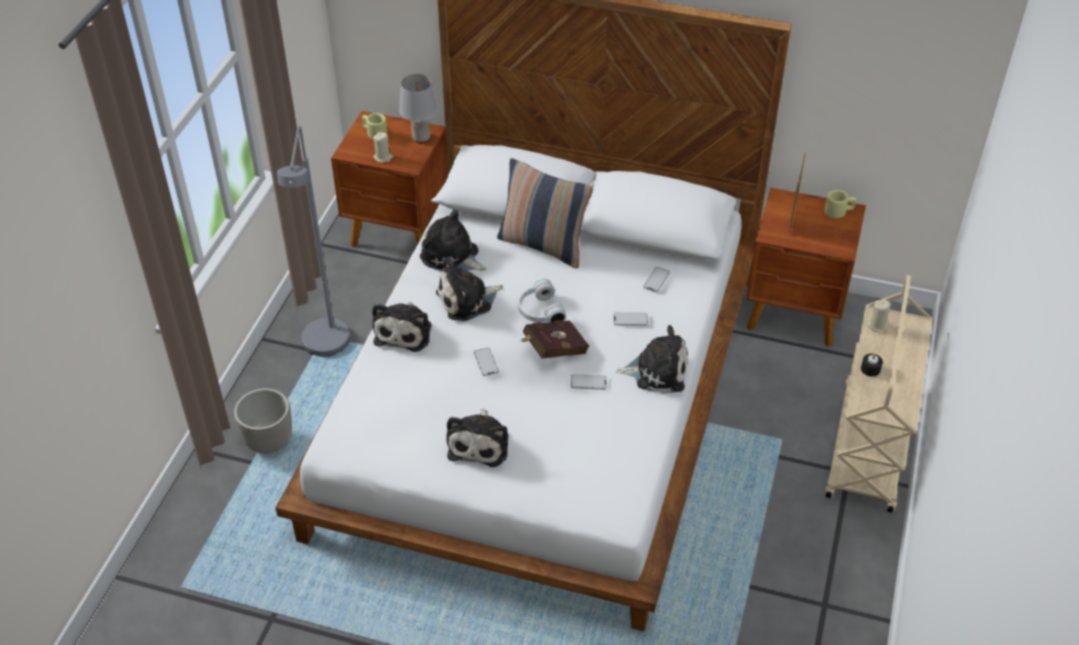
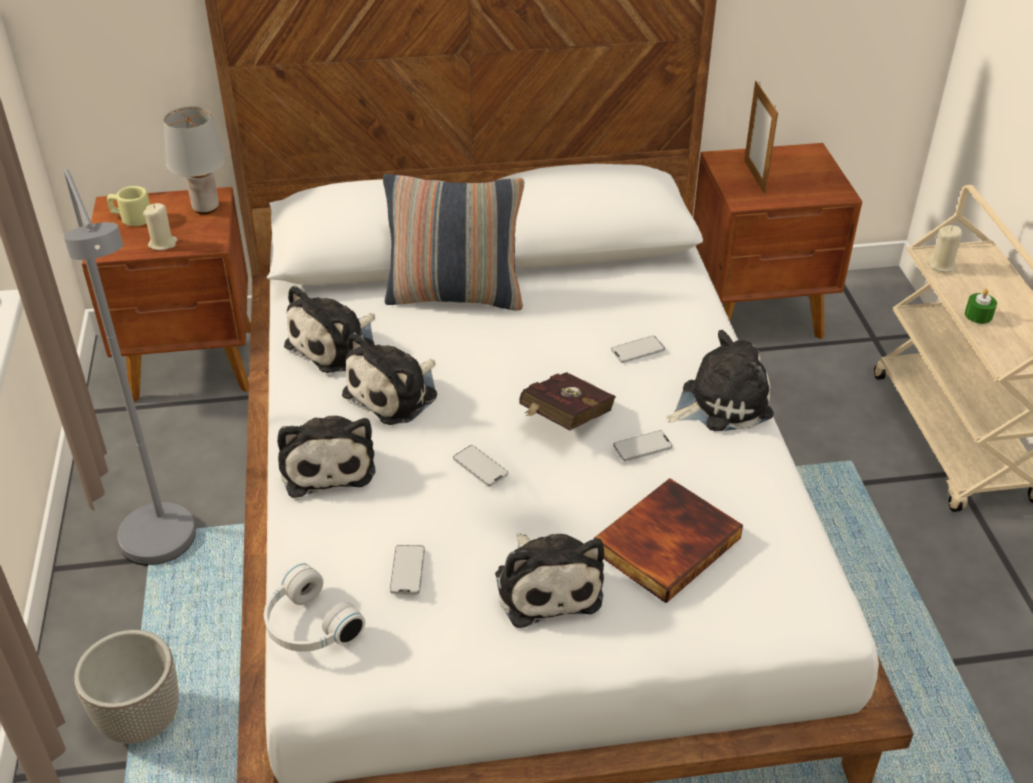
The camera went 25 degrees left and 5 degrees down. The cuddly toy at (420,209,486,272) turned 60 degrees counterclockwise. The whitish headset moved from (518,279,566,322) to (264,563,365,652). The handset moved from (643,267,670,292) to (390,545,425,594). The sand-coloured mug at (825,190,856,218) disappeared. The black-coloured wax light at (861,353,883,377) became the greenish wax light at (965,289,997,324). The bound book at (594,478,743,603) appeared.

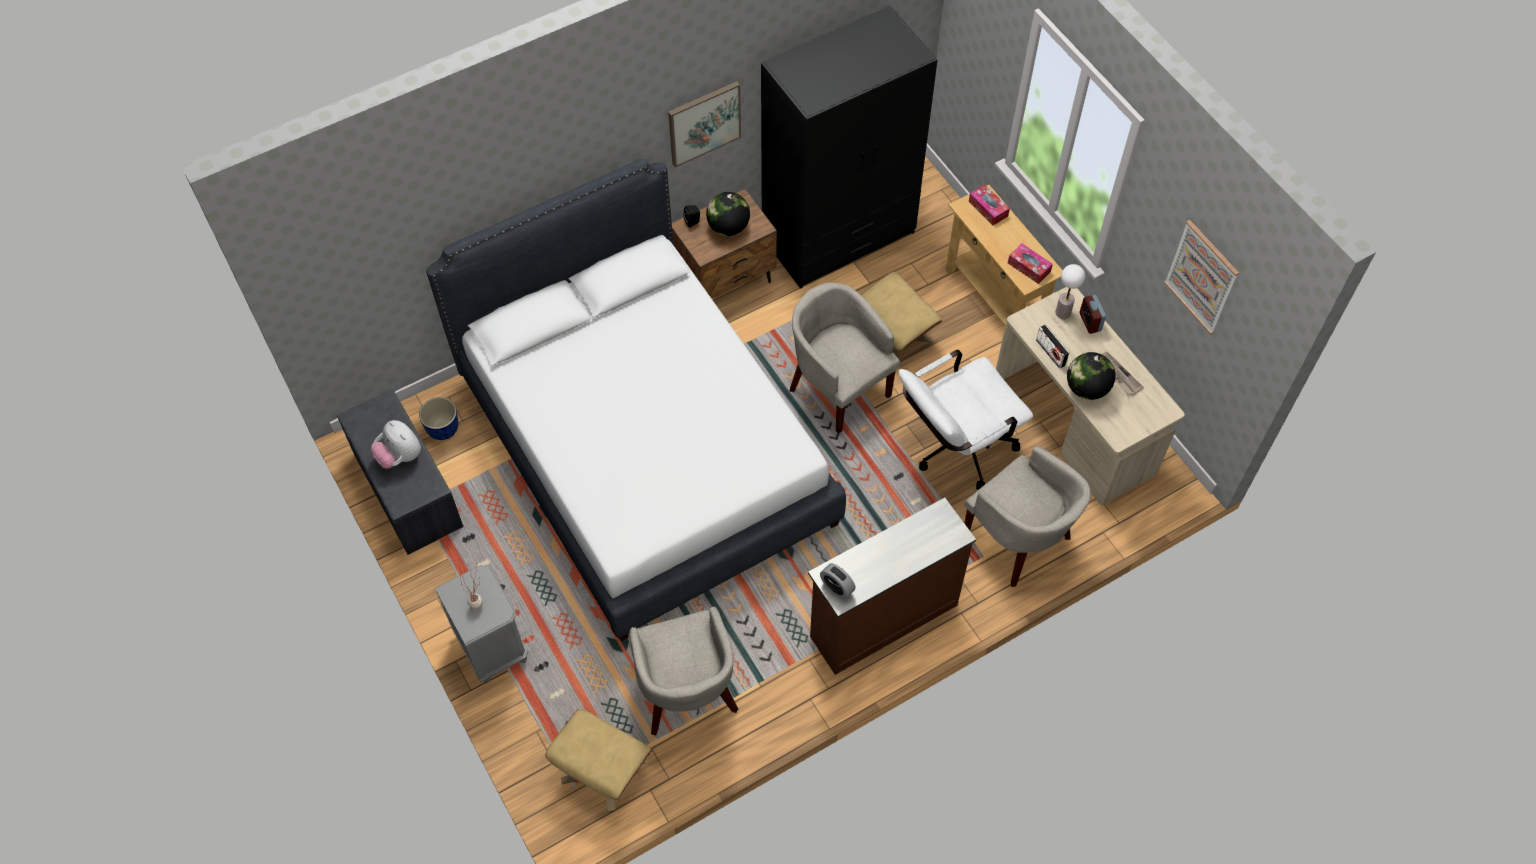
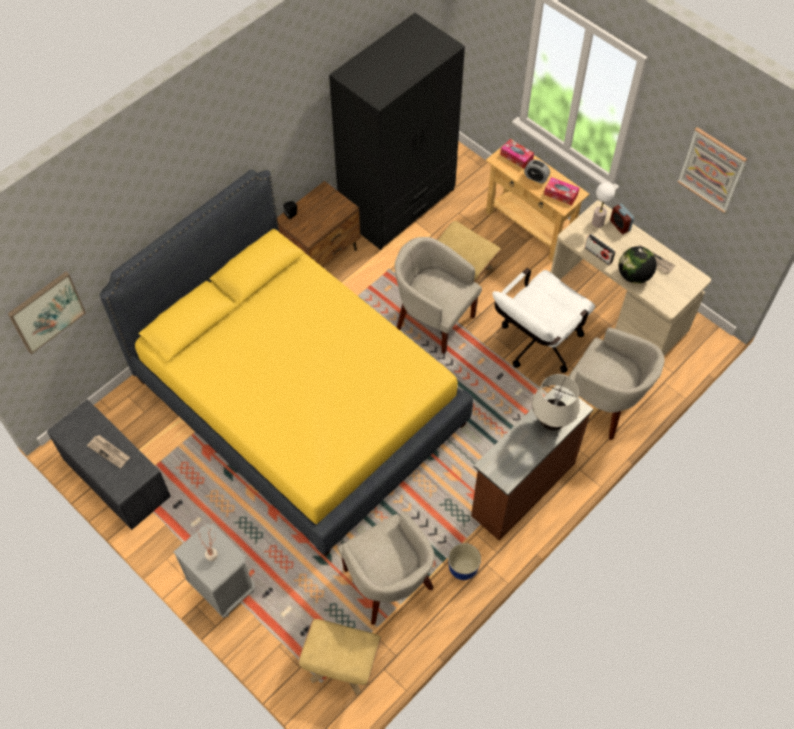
The camera went 15 degrees left and 0 degrees up. The cuddly toy at (371,420,421,469) was replaced by the daily paper at (87,435,130,468). The planter moved from (419,397,458,440) to (448,543,481,580). The whitish sleeping bed at (426,159,846,642) became the yellowish sleeping bed at (100,170,473,557). The picture moved from (668,81,741,167) to (8,272,86,354). The globe at (706,192,750,236) disappeared. The table clock moved from (820,563,856,599) to (524,160,550,184). The sand-coloured tabletop lamp at (532,374,580,430) appeared.

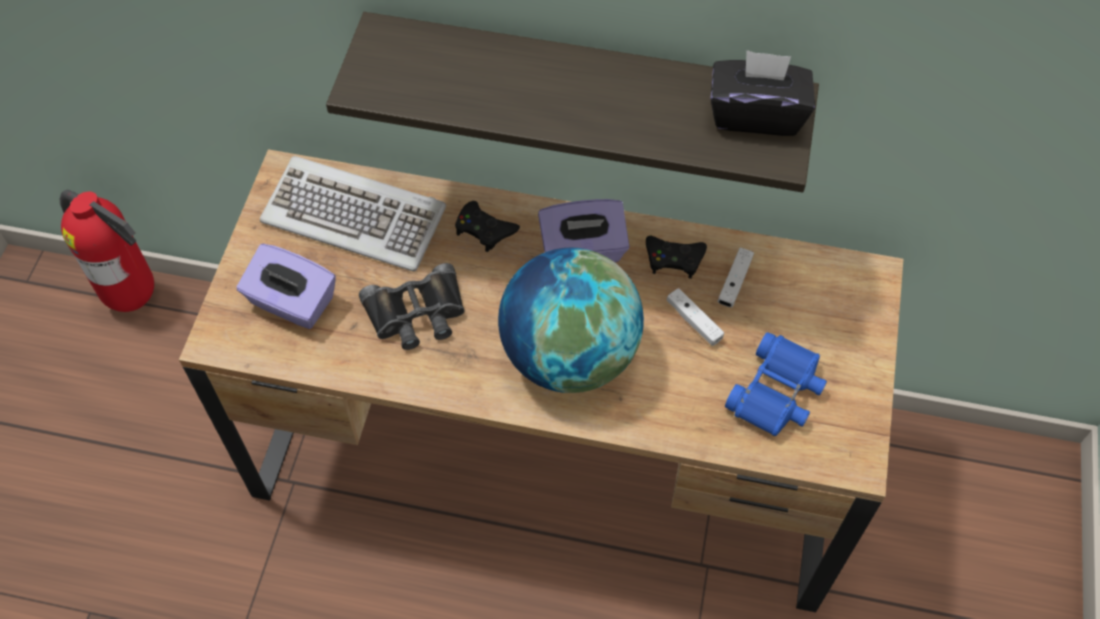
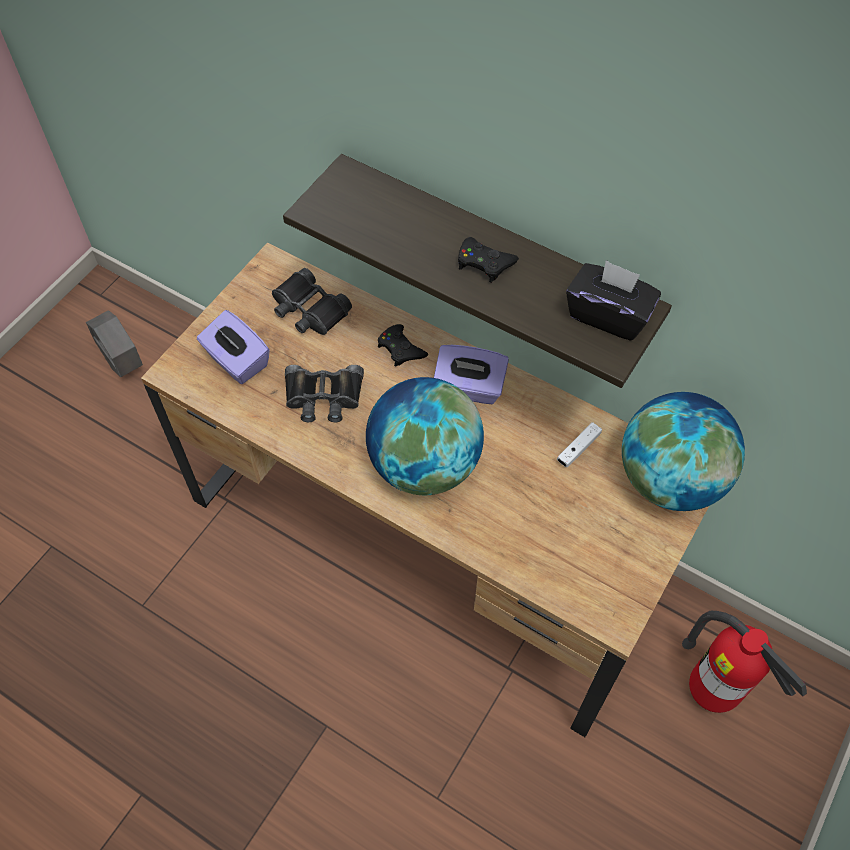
The camera went 20 degrees right and 0 degrees up. The fire extinguisher moved from (60,190,154,312) to (682,611,807,713). The PC keyboard at (260,156,446,272) was replaced by the black-coloured binoculars at (272,268,352,335). The black-coloured gamepad moved from (646,236,707,279) to (458,237,519,283). The whitish gamepad at (667,288,724,346) disappeared. The bluish binoculars at (725,332,827,436) disappeared. The grey planter at (86,310,143,377) appeared. The globe at (622,392,745,511) appeared.

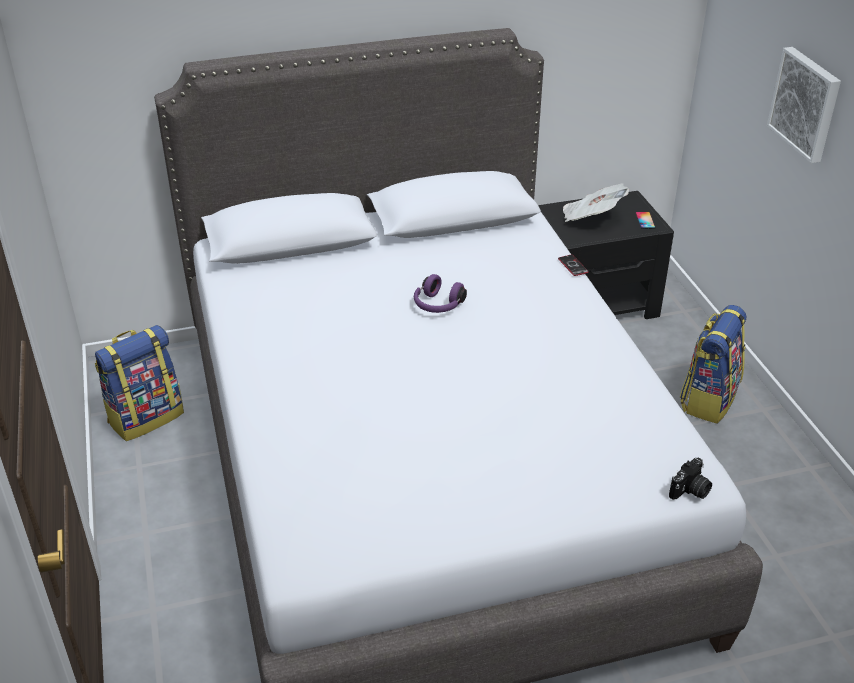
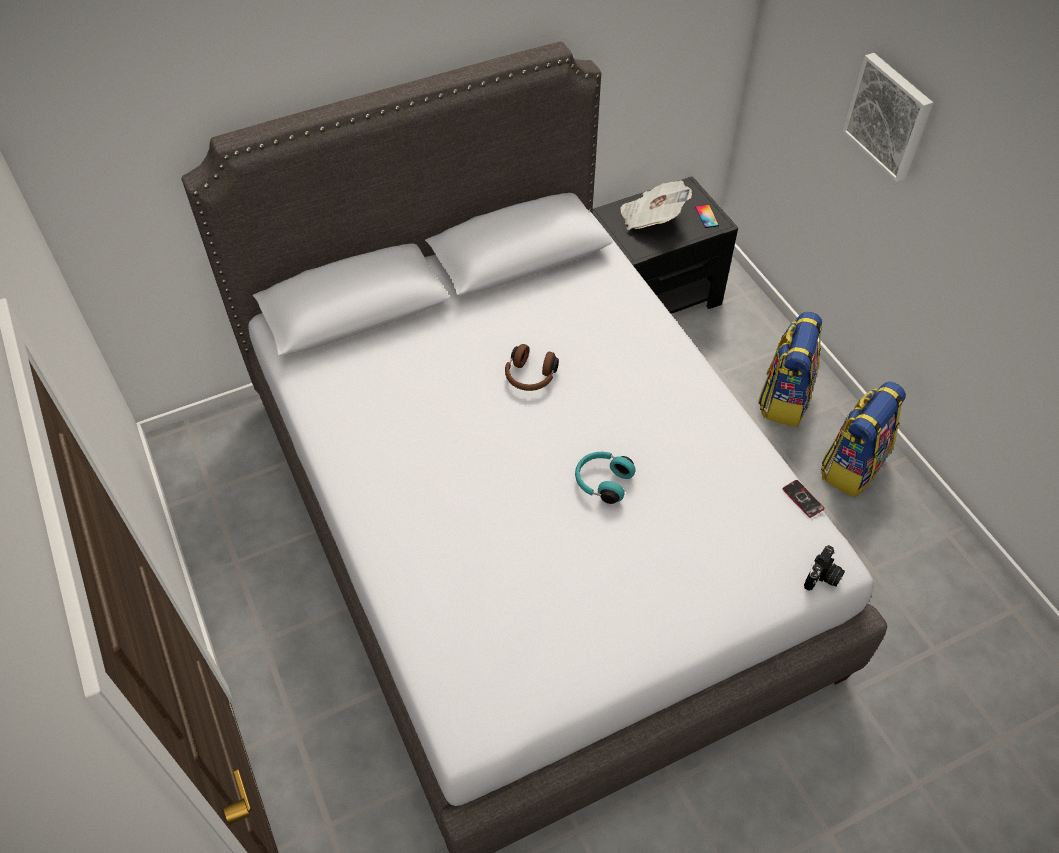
The camera went 10 degrees left and 15 degrees up. The backpack moved from (95,325,184,441) to (821,382,906,497). The purple headset at (414,274,467,313) became the brownish headset at (505,344,559,391). The handset moved from (558,255,589,276) to (782,480,824,518). The turquoise headset at (575,452,636,504) appeared.

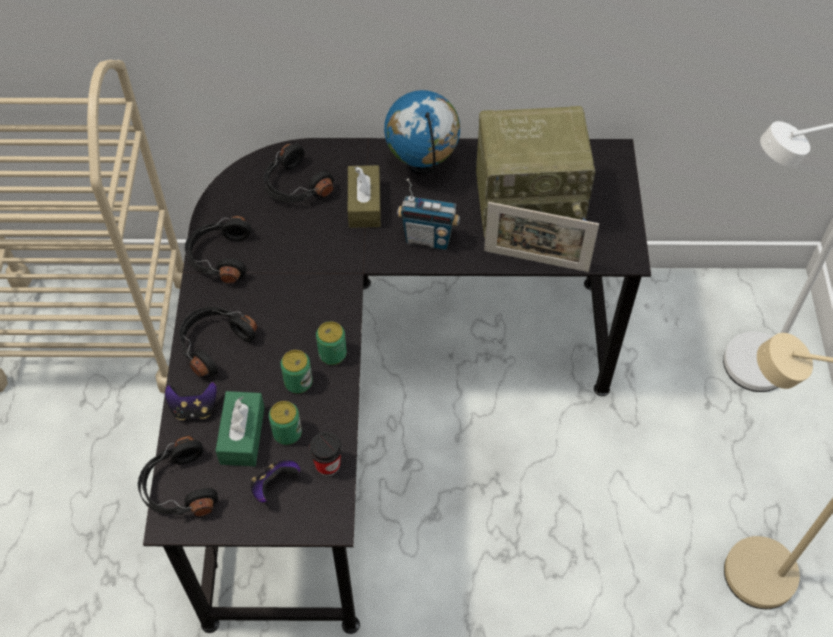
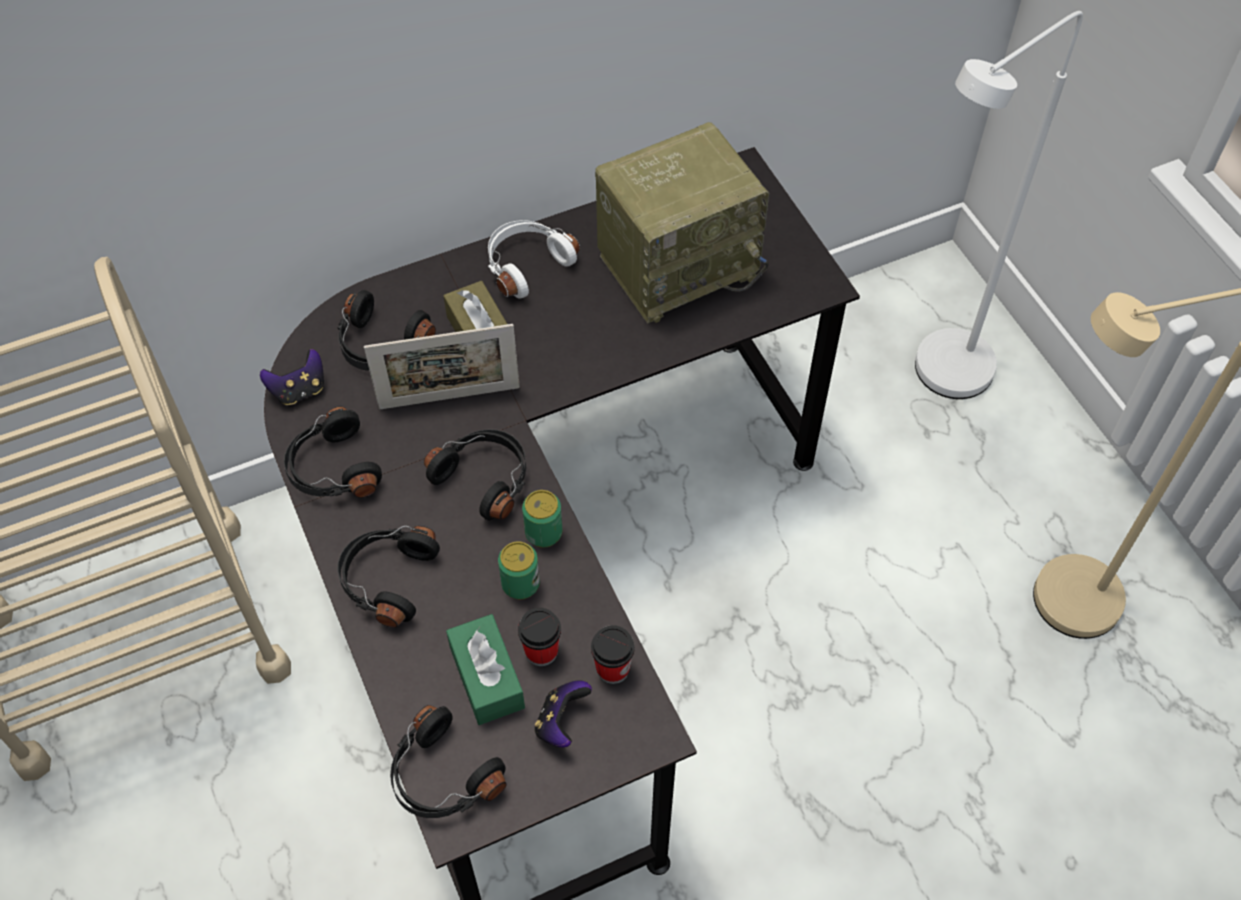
The camera went 25 degrees left and 0 degrees up. The gamepad moved from (165,382,217,420) to (260,349,324,405). The metal can at (269,401,302,445) was replaced by the cup at (518,608,561,666). The globe at (384,90,460,174) was replaced by the whitish headset at (488,220,580,299). The radio at (397,179,460,250) disappeared. The standing frame moved from (484,202,599,272) to (364,324,520,409). The black-coloured headset at (424,429,526,521) appeared.

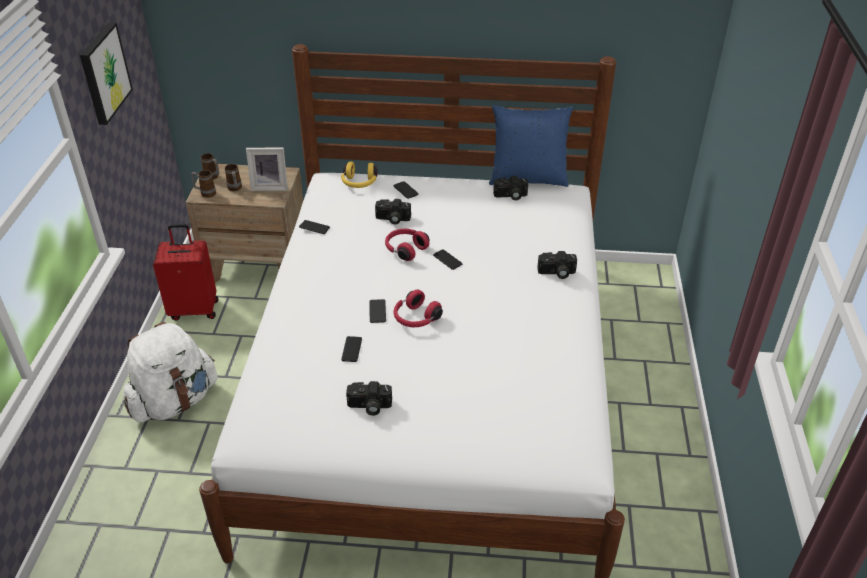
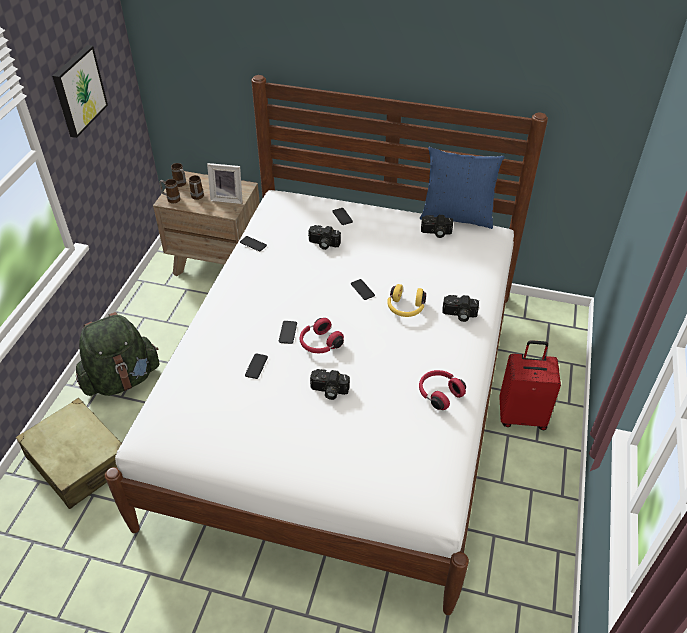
The camera went 10 degrees right and 5 degrees up. The whitish backpack at (123,322,218,423) became the greenish backpack at (76,312,160,396). The reddish piece of luggage moved from (153,224,218,321) to (499,340,561,430). The yellowish headset moved from (341,162,378,188) to (387,284,426,317). The photo camera moved from (346,381,392,416) to (310,369,350,400). The reddish headset moved from (385,229,430,261) to (419,370,466,410). The sand-coloured piece of luggage at (15,398,122,509) appeared.

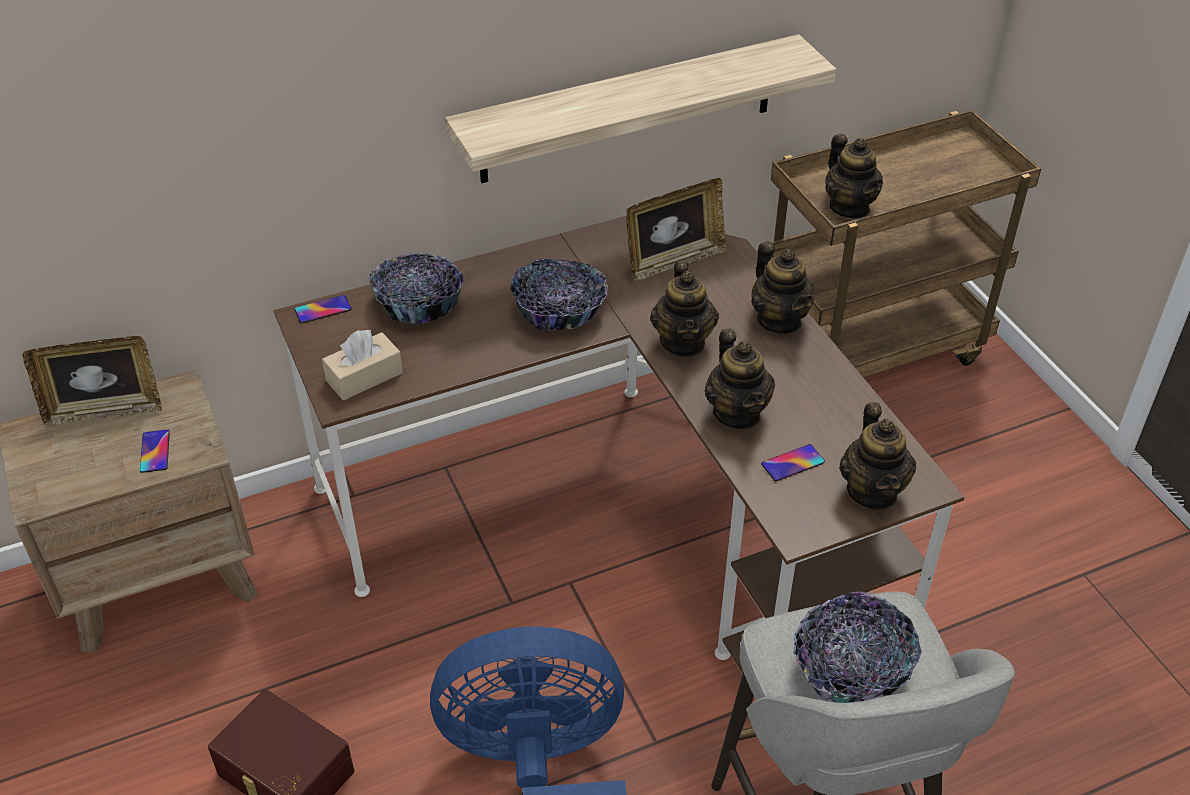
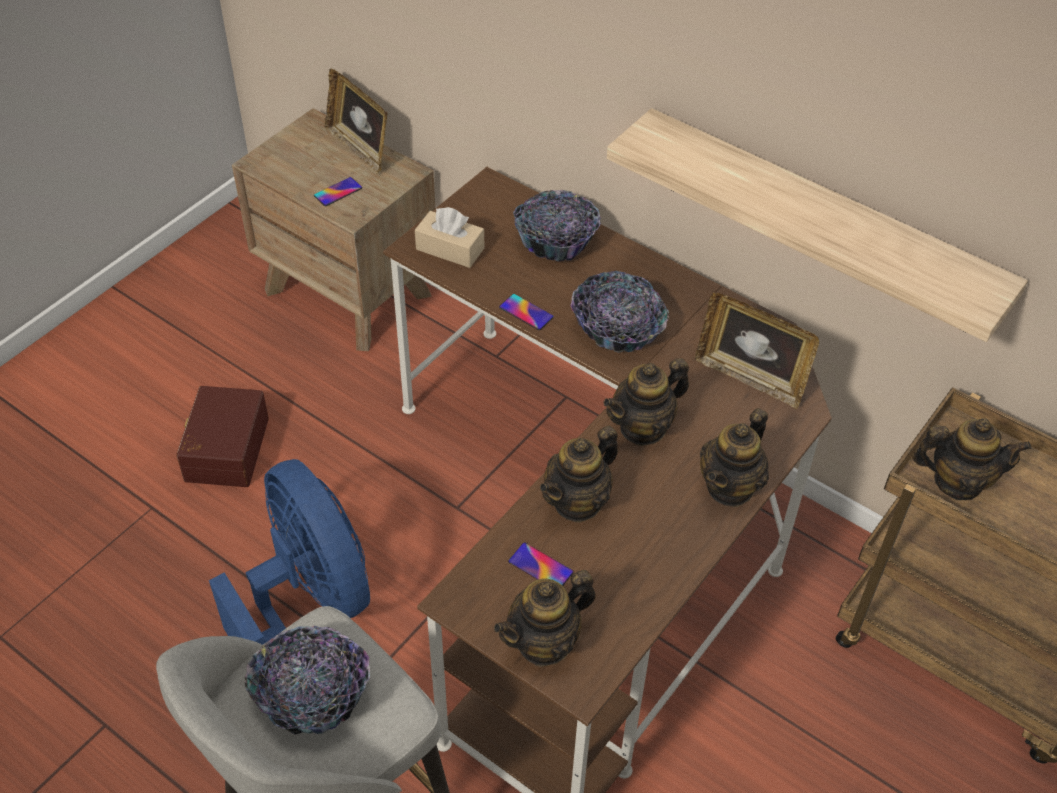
The camera went 60 degrees right and 5 degrees up. The handset moved from (294,295,352,323) to (499,294,554,330). The tea pot at (825,134,883,218) turned 120 degrees counterclockwise.

